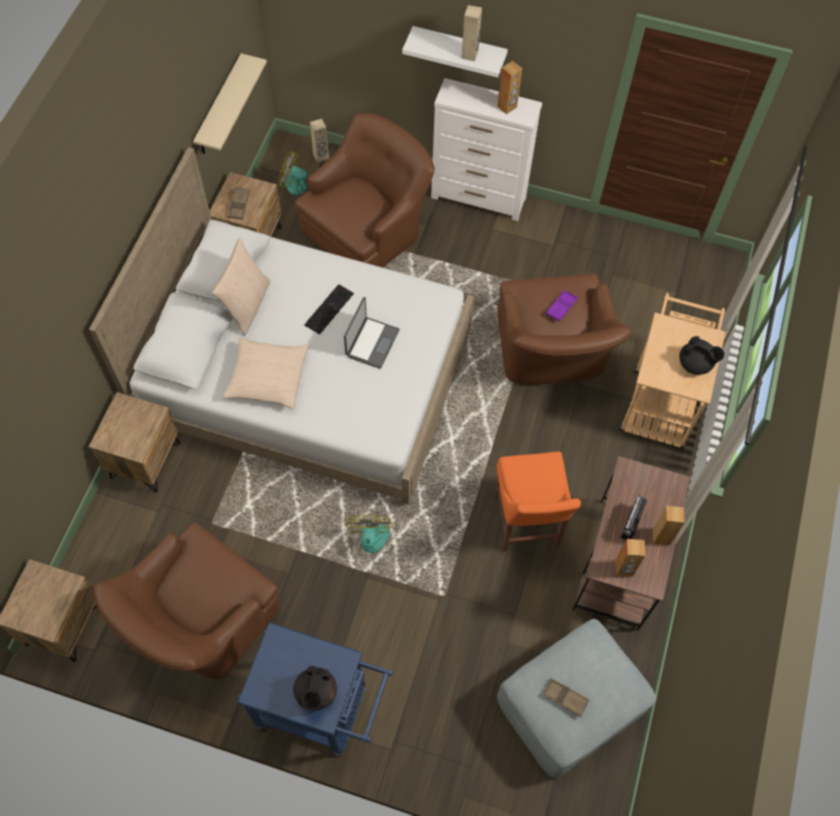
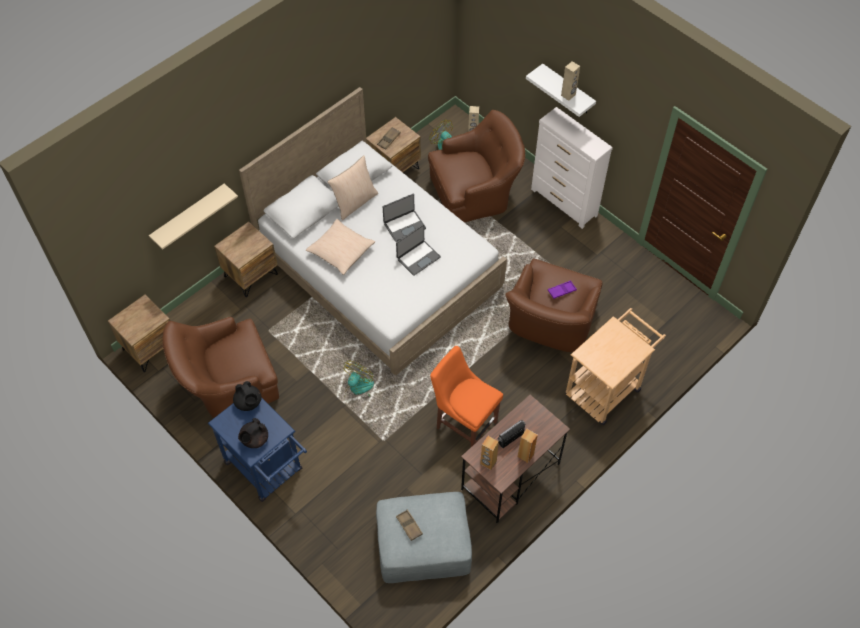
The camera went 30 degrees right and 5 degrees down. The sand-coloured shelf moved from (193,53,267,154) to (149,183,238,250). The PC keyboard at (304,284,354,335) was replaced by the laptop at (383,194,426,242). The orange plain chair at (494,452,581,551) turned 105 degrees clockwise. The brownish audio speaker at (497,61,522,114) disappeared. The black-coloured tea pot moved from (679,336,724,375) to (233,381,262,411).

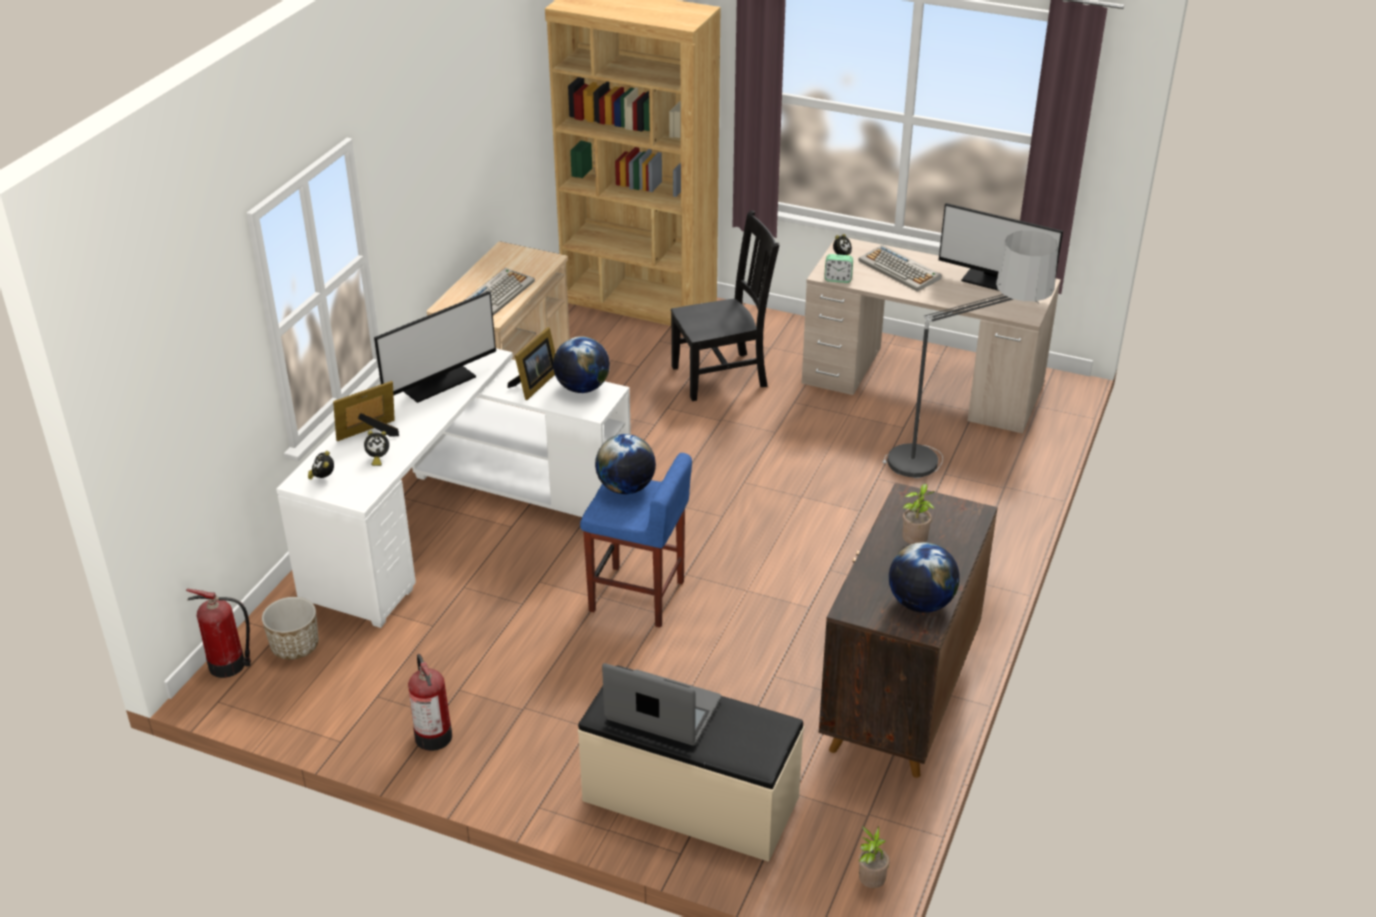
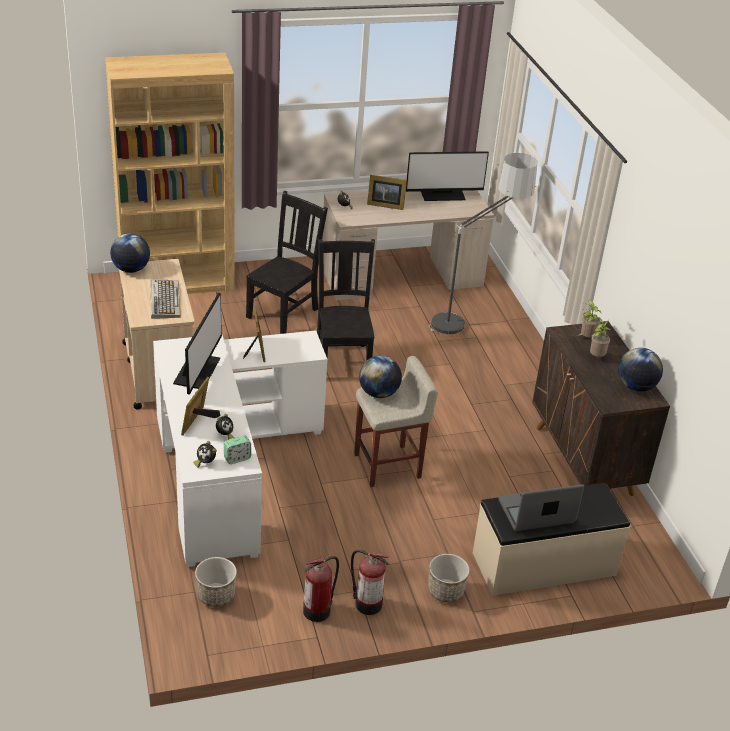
The camera went 40 degrees left and 0 degrees up. The fire extinguisher moved from (186,589,251,678) to (303,556,339,622). The globe moved from (553,336,610,393) to (110,233,150,273). The bluish stool at (580,453,692,628) became the sand-coloured stool at (354,356,438,487). The table clock moved from (824,254,853,283) to (224,435,251,464). The PC keyboard at (858,245,941,291) was replaced by the standing frame at (367,175,407,210). The plant in a pot moved from (859,826,890,888) to (577,300,601,338). The black-coloured plain chair at (317,239,375,361) appeared. The planter at (428,554,470,603) appeared.

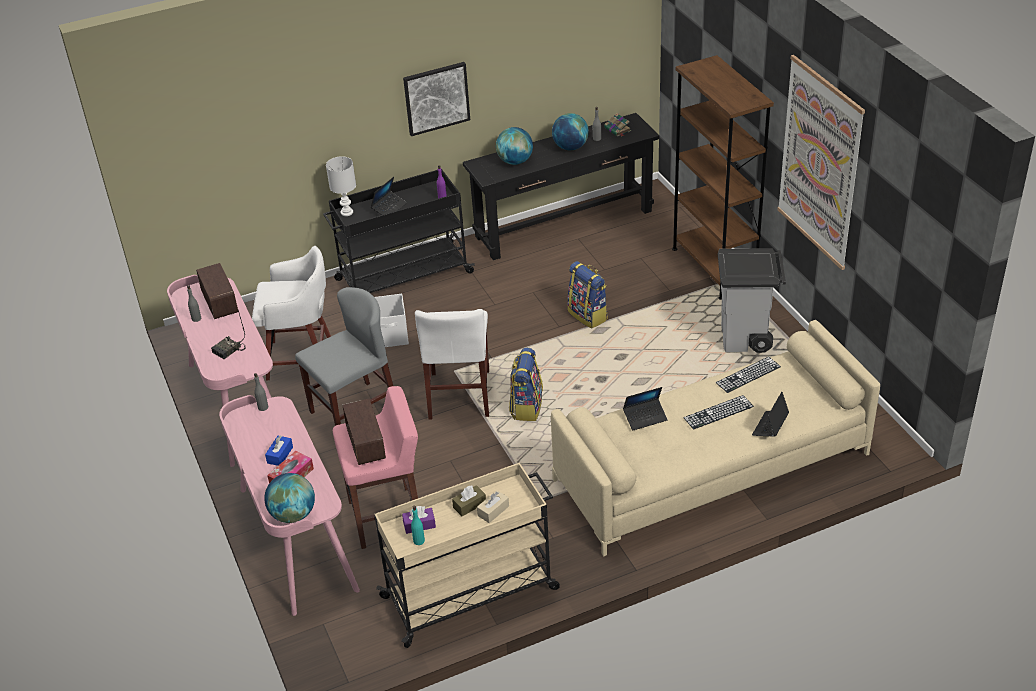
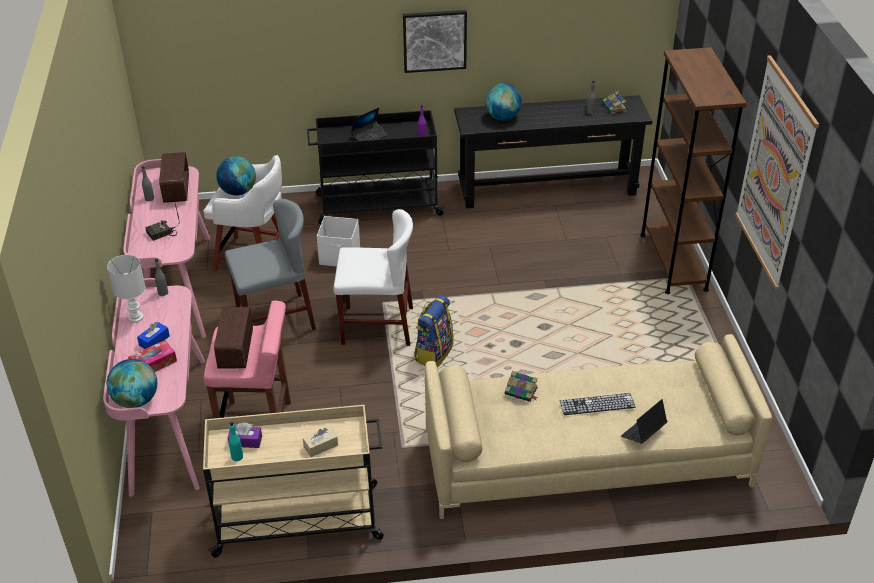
The camera went 15 degrees right and 0 degrees up. The whitish tabletop lamp moved from (326,156,356,216) to (107,255,145,323). The whitish plain chair at (415,309,489,420) turned 105 degrees counterclockwise. The brownish tissue holder at (452,485,486,516) disappeared. The globe moved from (552,113,589,150) to (216,156,256,196). The backpack at (568,261,608,328) disappeared. The laptop at (623,387,668,430) was replaced by the bound book at (505,371,538,402). The PC keyboard at (716,357,781,393) disappeared. The grey waste bin at (718,248,786,353) disappeared.

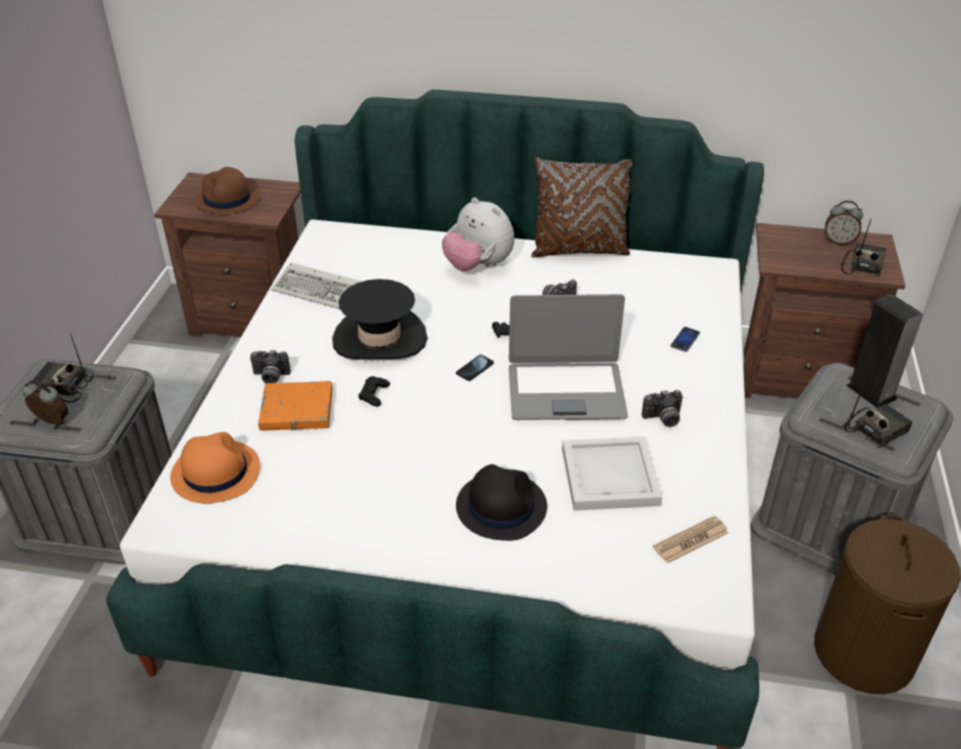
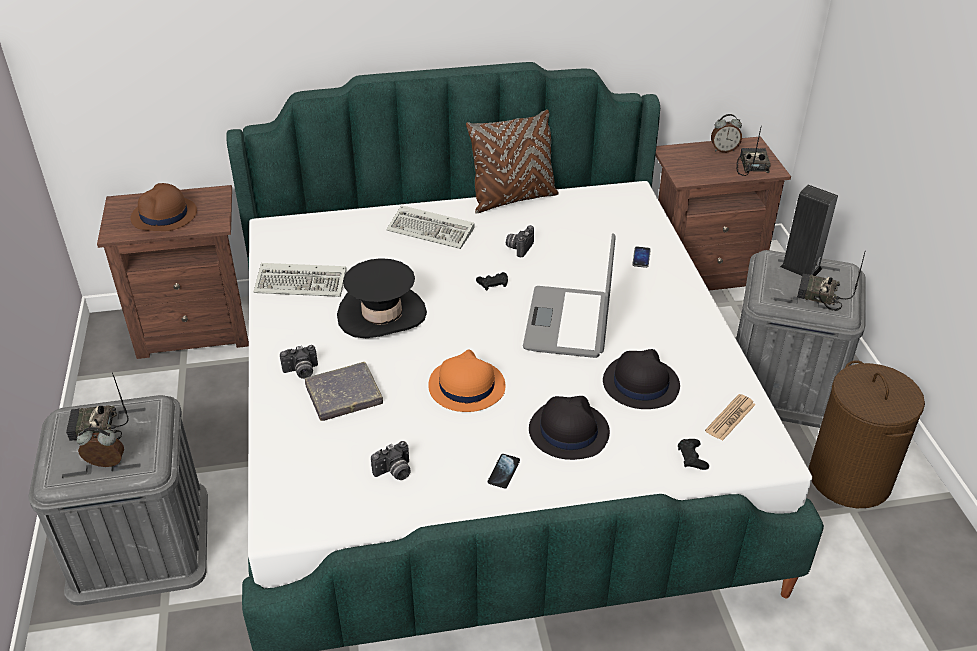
The camera went 20 degrees left and 0 degrees up. The orange clothing hat moved from (170,432,260,504) to (428,349,505,412). The orange bound book at (258,381,333,431) became the grey bound book at (305,362,383,421). The black-coloured gamepad moved from (358,376,390,407) to (678,439,709,470). The cuddly toy at (442,197,514,271) was replaced by the PC keyboard at (386,205,475,249). The handset moved from (456,355,494,381) to (488,454,520,488). The laptop at (509,294,628,420) turned 120 degrees clockwise. The whitish tray at (562,436,662,511) was replaced by the black-coloured clothing hat at (603,349,680,409). The photo camera moved from (642,390,683,427) to (371,441,410,480). The radio at (844,376,913,448) turned 105 degrees counterclockwise.

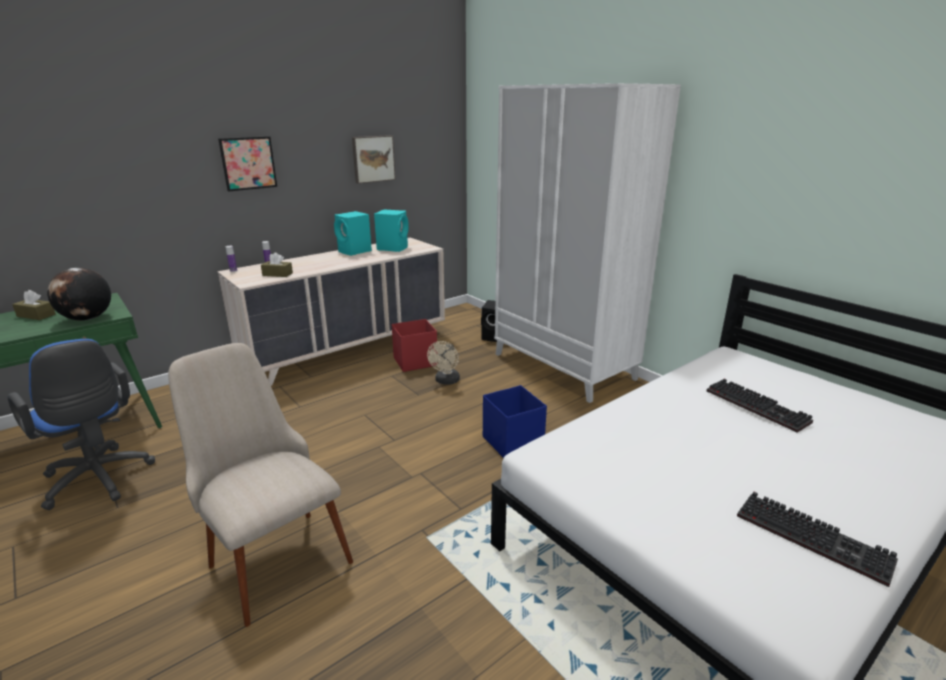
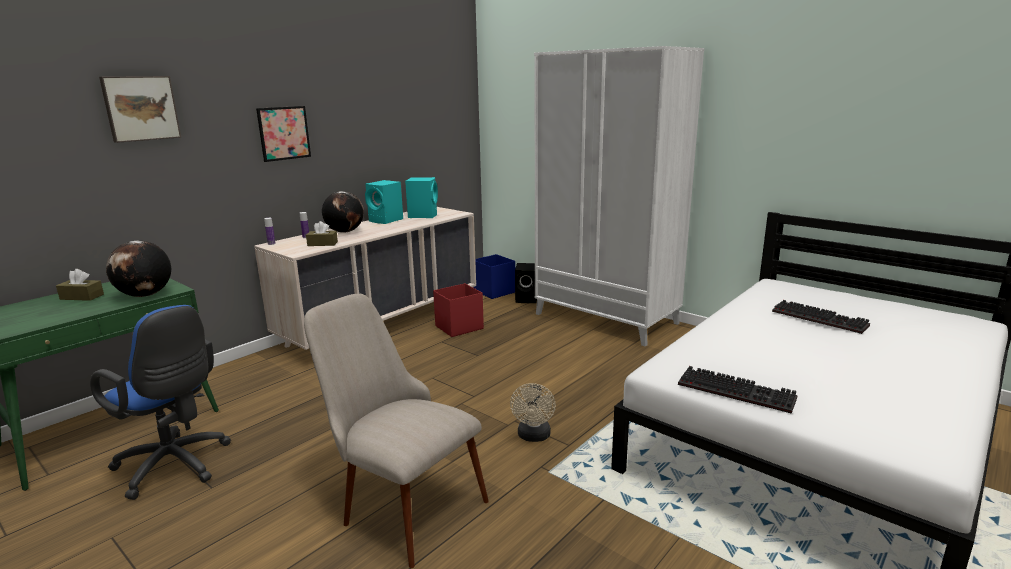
The camera went 10 degrees left and 5 degrees down. The picture moved from (352,135,396,184) to (99,76,181,143). The sand-coloured fan moved from (427,341,460,385) to (510,383,556,442). The bluish storage bin moved from (483,385,547,458) to (473,254,515,299). The PC keyboard moved from (737,492,898,587) to (678,366,798,414). The globe at (322,191,364,233) appeared.

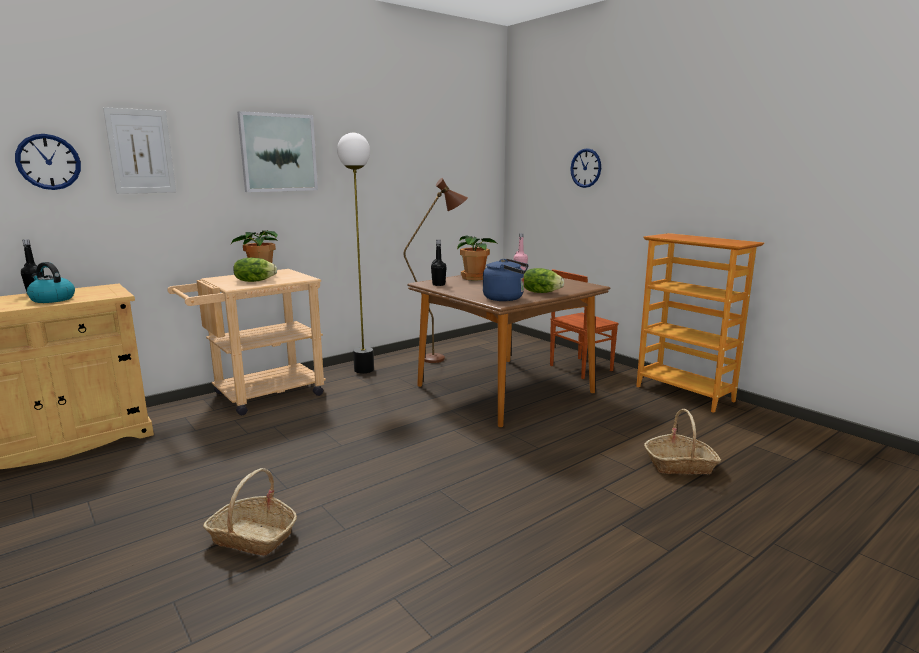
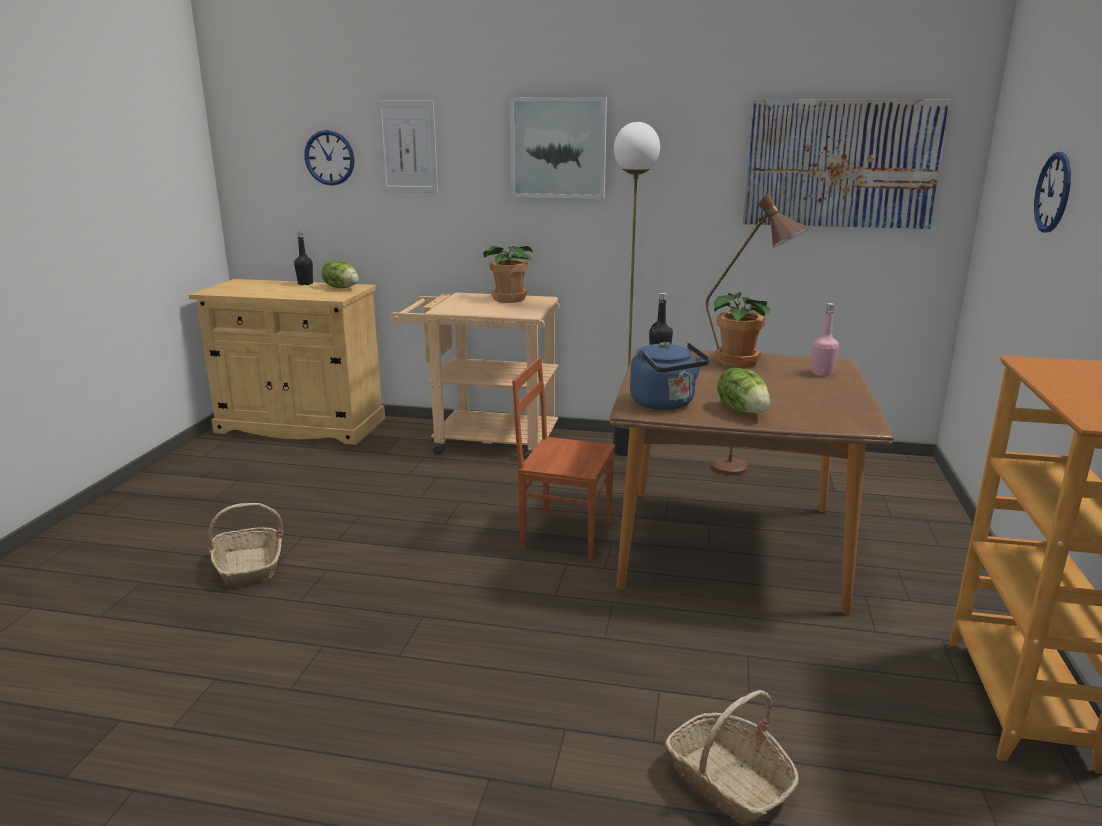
The camera went 50 degrees right and 5 degrees up. The kettle at (27,262,75,303) disappeared. The head of lettuce moved from (233,258,277,282) to (322,261,359,288). The brownish plain chair moved from (550,269,619,379) to (512,357,615,559). The picture at (743,99,951,229) appeared.

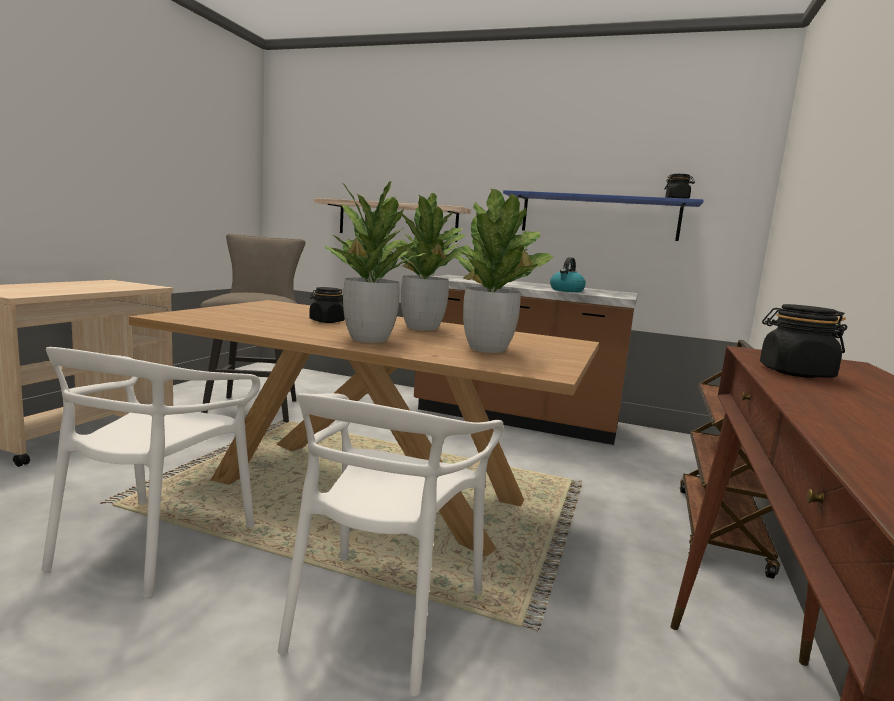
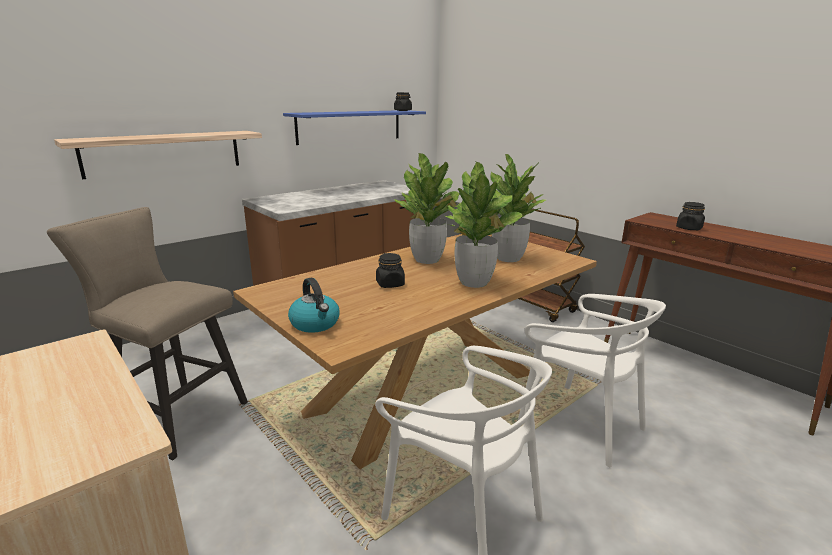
The camera went 60 degrees left and 10 degrees up. The kettle moved from (550,257,586,292) to (288,278,340,333).

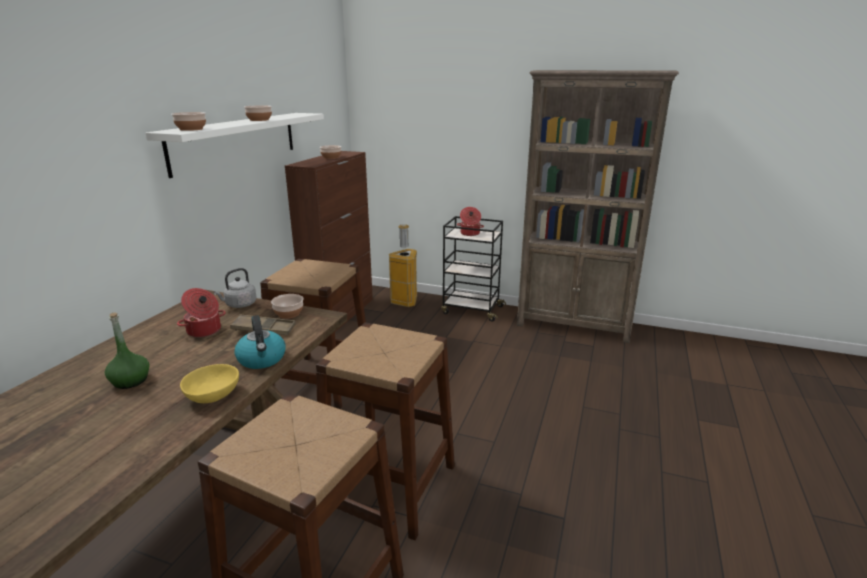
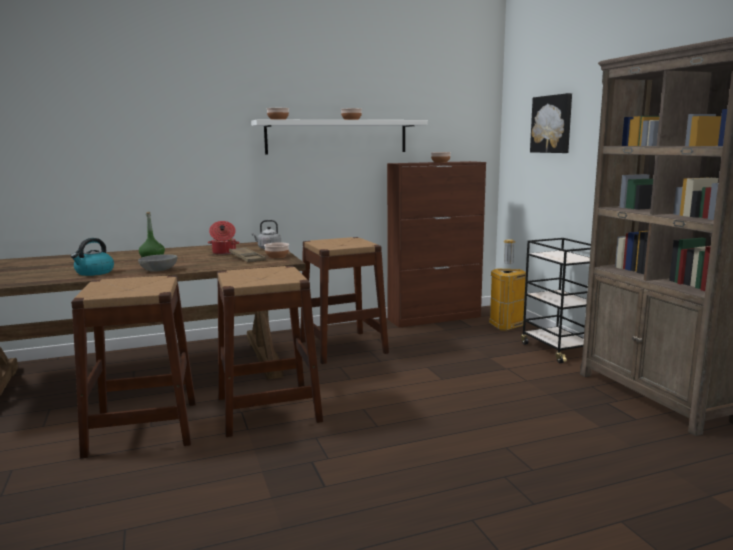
The camera went 50 degrees right and 10 degrees down. The yellowish serving bowl at (180,364,239,403) became the grey serving bowl at (138,254,177,272). The kettle moved from (234,315,286,369) to (71,238,114,276). The stockpot at (457,207,484,236) disappeared. The picture at (530,93,572,153) appeared.

